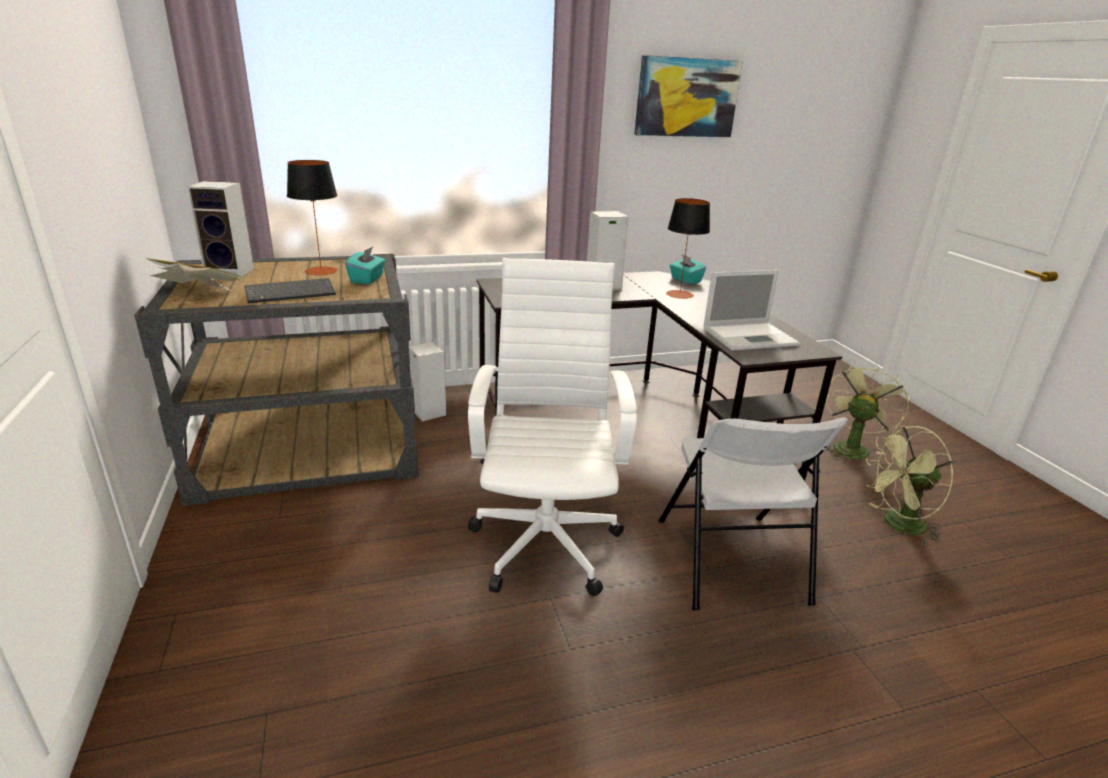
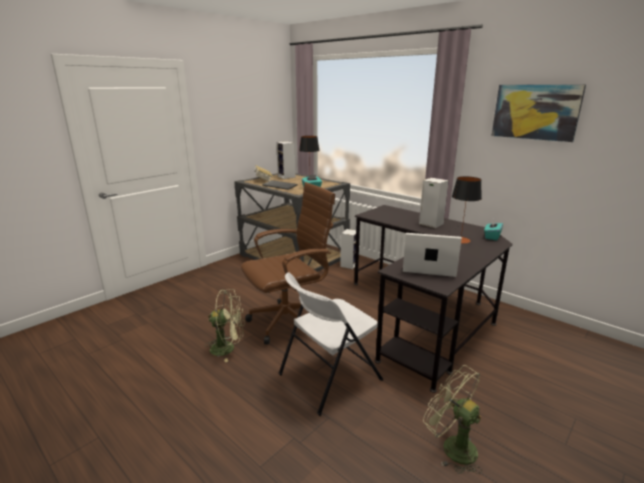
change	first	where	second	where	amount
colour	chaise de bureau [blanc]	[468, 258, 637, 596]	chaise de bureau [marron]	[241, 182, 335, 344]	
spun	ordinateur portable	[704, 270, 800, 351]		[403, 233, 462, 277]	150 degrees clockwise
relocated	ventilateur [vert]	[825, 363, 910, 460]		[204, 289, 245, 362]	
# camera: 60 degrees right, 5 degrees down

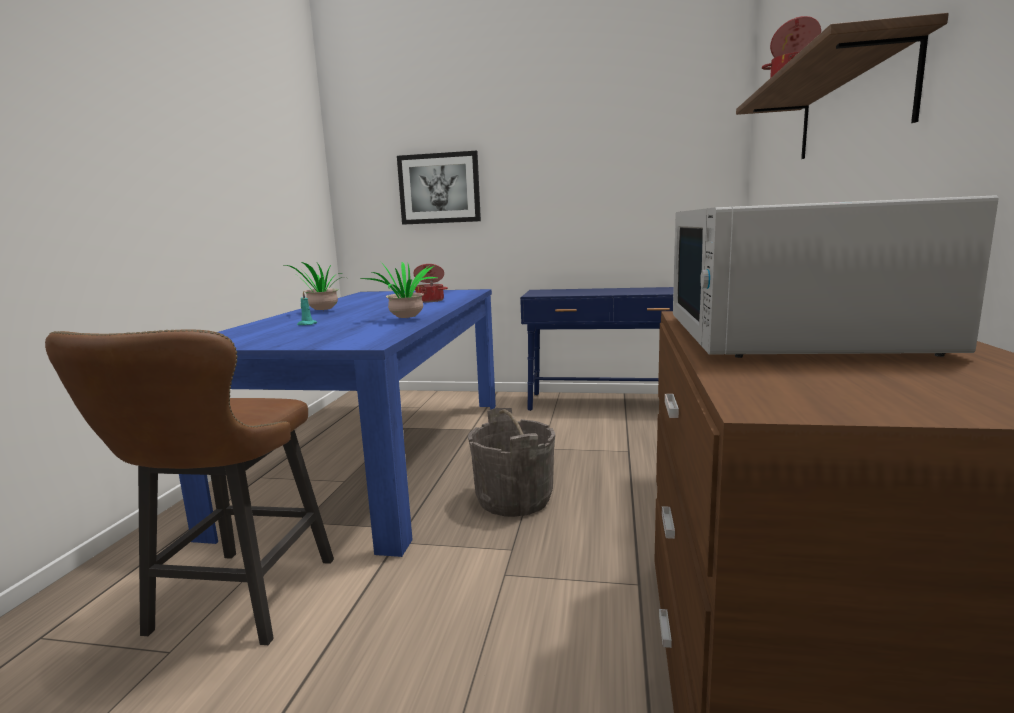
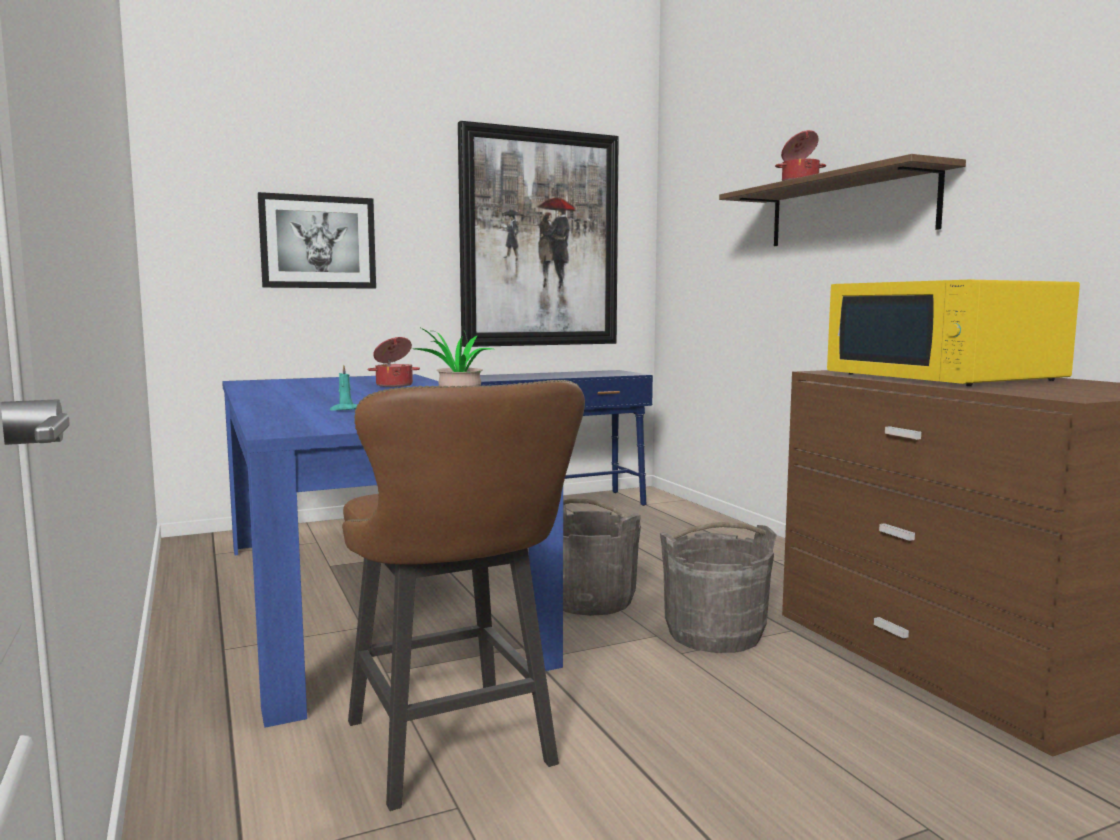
change	first	where	second	where	amount
colour	micro-ondes [blanc]	[673, 195, 998, 358]	micro-ondes [jaune]	[827, 280, 1080, 386]	
missing	plante en pot	[283, 262, 342, 312]			
appeared			tableau	[458, 121, 619, 347]	
appeared			seau [gris]	[660, 522, 777, 653]	
# camera: 35 degrees left, 5 degrees down

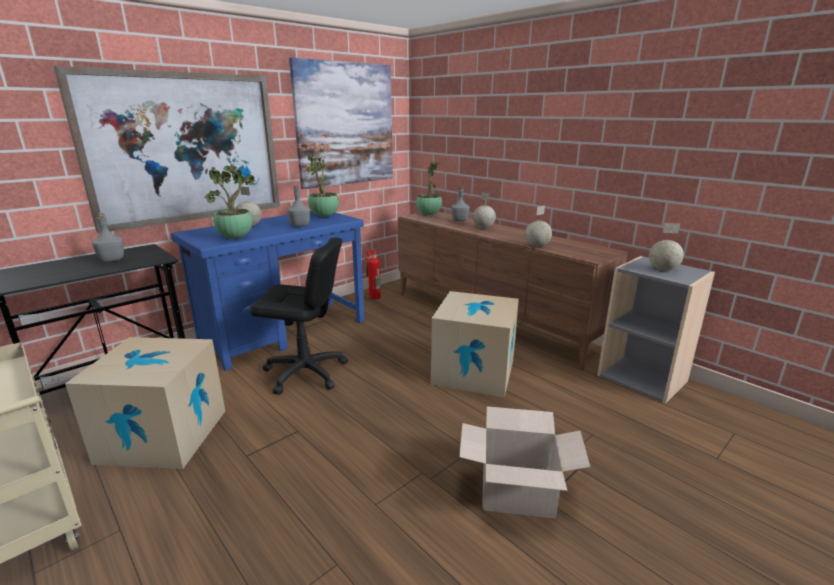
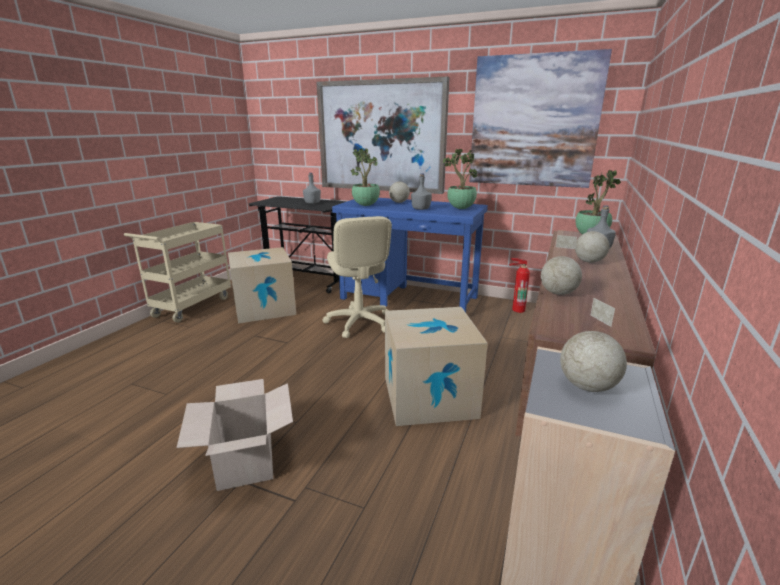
change	first	where	second	where	amount
colour	chaise de bureau [noir]	[250, 237, 348, 395]	chaise de bureau [beige]	[322, 216, 392, 338]	
# camera: 65 degrees right, 0 degrees up

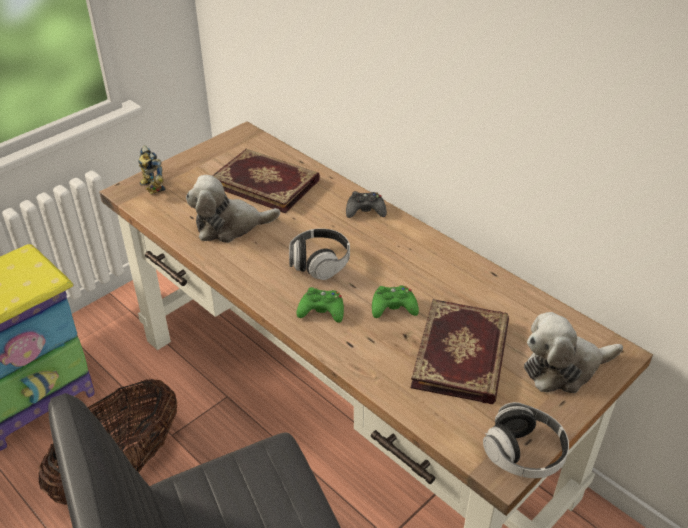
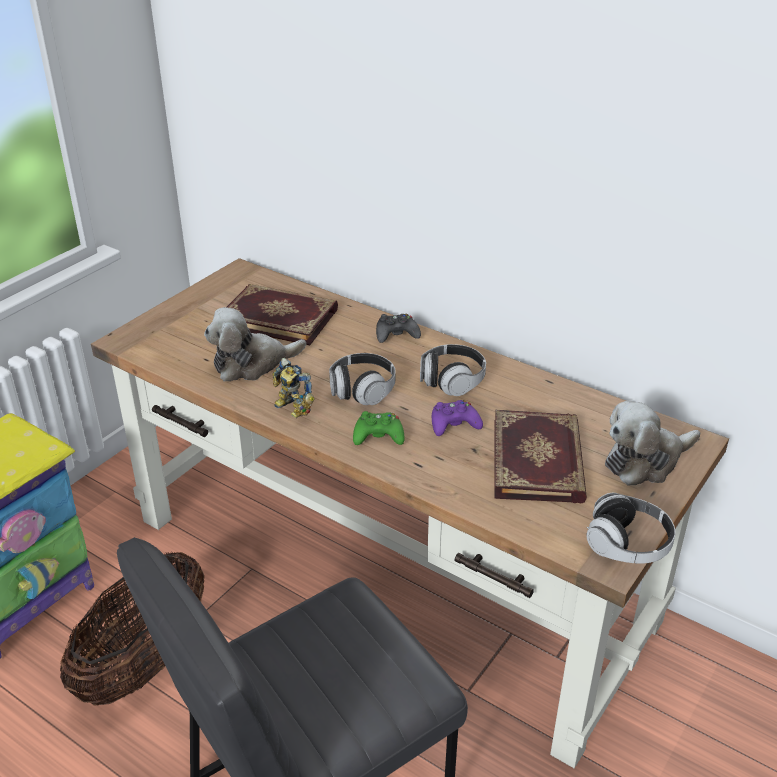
change	first	where	second	where	amount
relocated	robot jouet	[138, 146, 166, 195]		[272, 358, 315, 418]	
colour	manette [vert]	[372, 286, 419, 318]	manette [violet]	[432, 400, 483, 436]	
appeared			casque audio	[420, 344, 486, 396]	
# camera: 10 degrees left, 5 degrees down

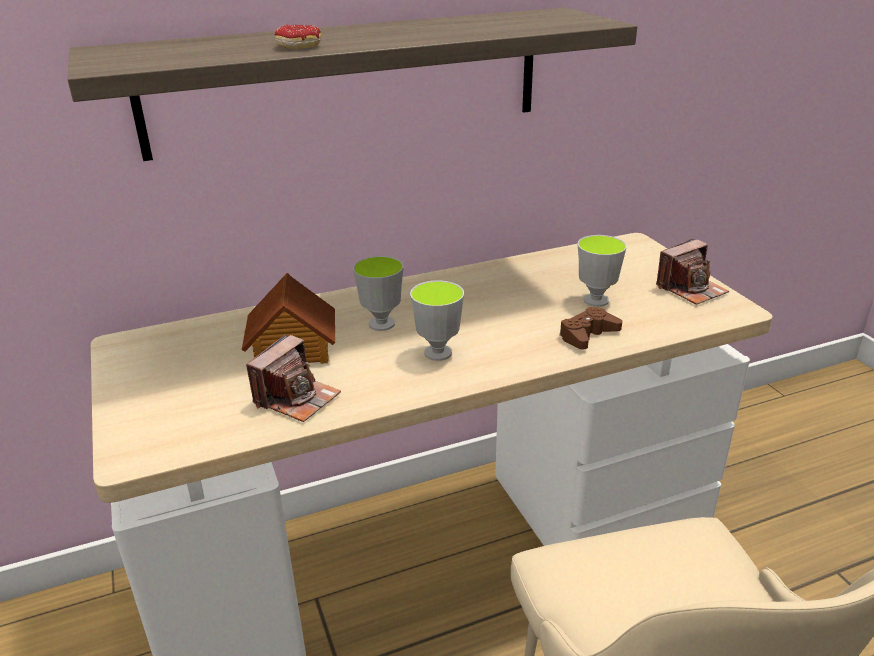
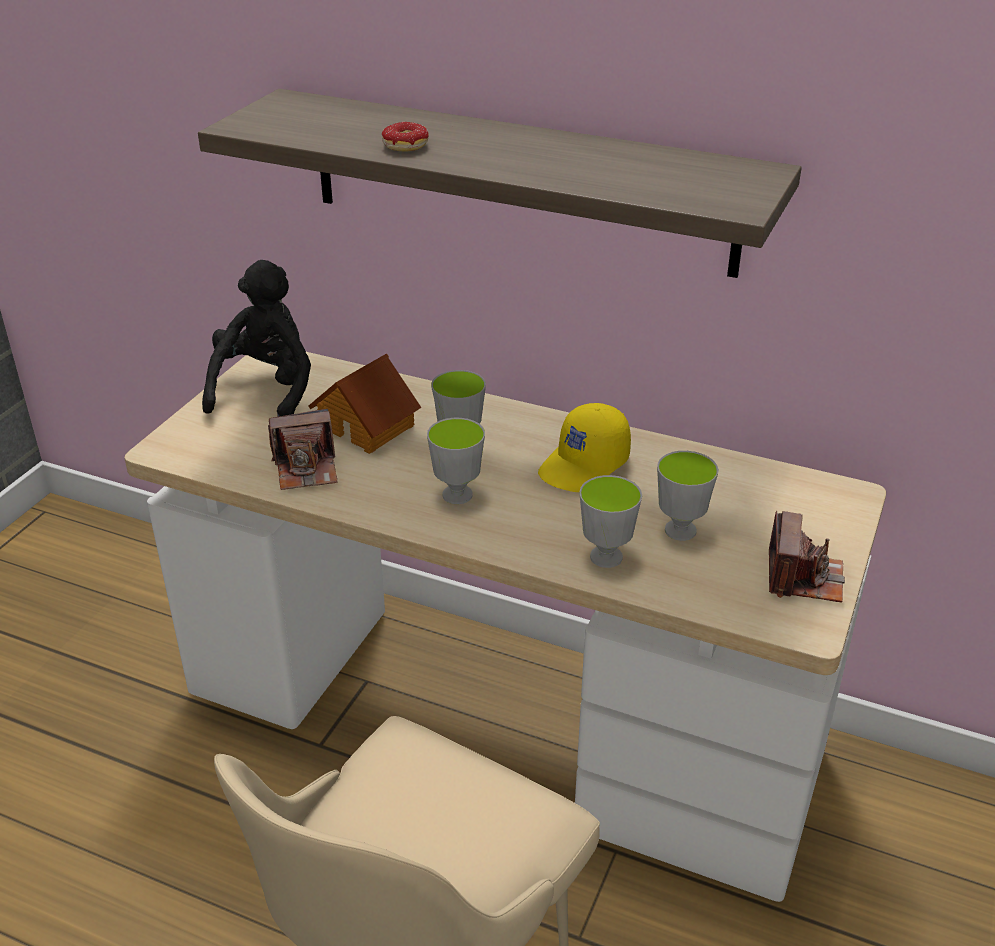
change	first	where	second	where	amount
spun	appareil photo	[656, 238, 729, 305]		[769, 511, 845, 602]	90 degrees counterclockwise
exchanged	manette [marron]	[559, 307, 622, 350]	tasse	[579, 475, 642, 568]	
appeared			peluche [noir]	[202, 260, 311, 417]	
appeared			casquette [jaune]	[538, 403, 631, 492]	
# camera: 45 degrees right, 5 degrees up

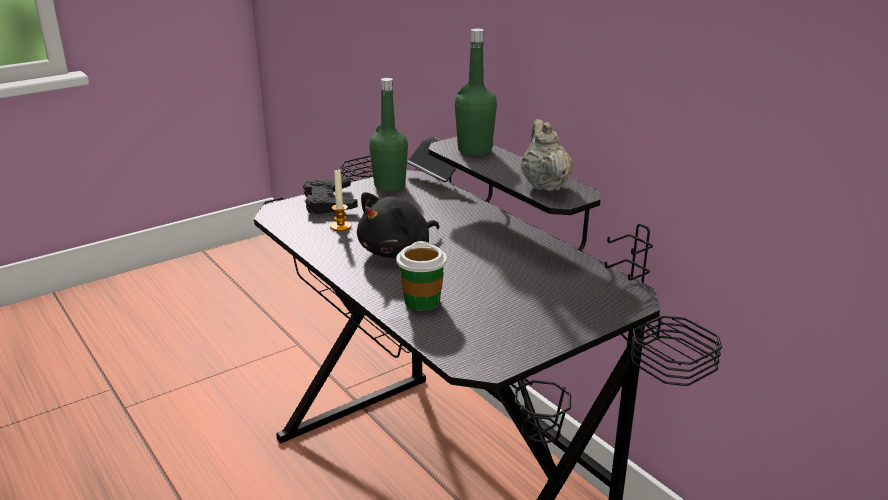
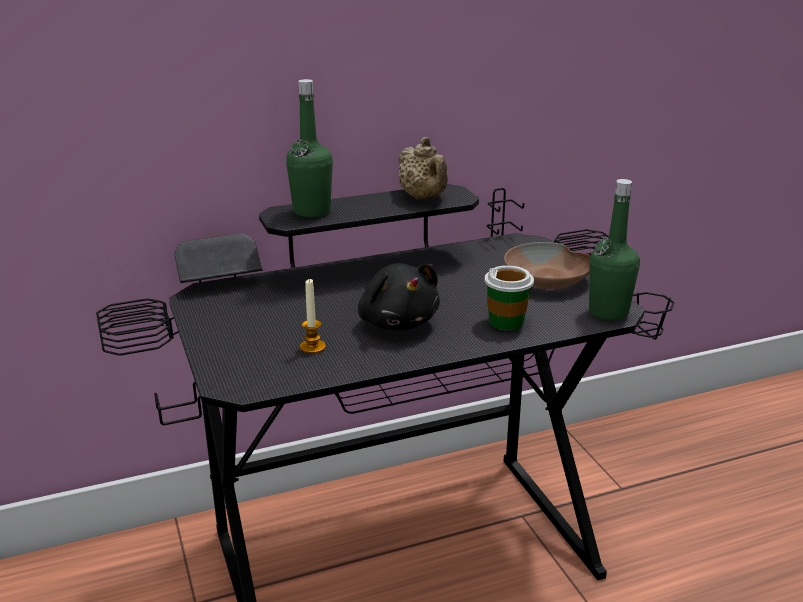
change	first	where	second	where	amount
relocated	bouteille [vert]	[369, 78, 408, 192]		[589, 179, 640, 321]	
spun	théière [beige]	[521, 119, 574, 191]		[398, 137, 448, 200]	120 degrees counterclockwise
missing	manette [noir]	[303, 177, 358, 214]			
appeared			bol [marron]	[504, 242, 590, 289]	
# camera: 75 degrees left, 0 degrees up

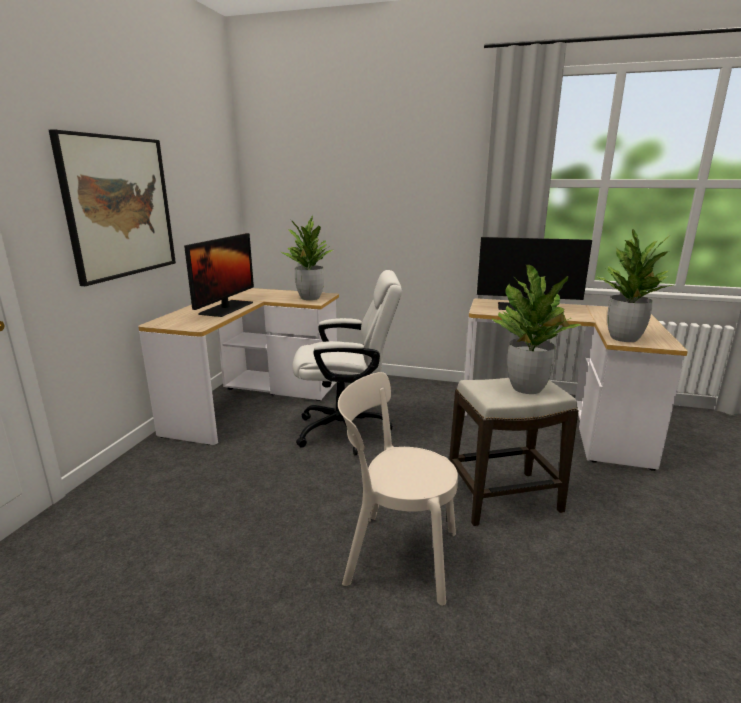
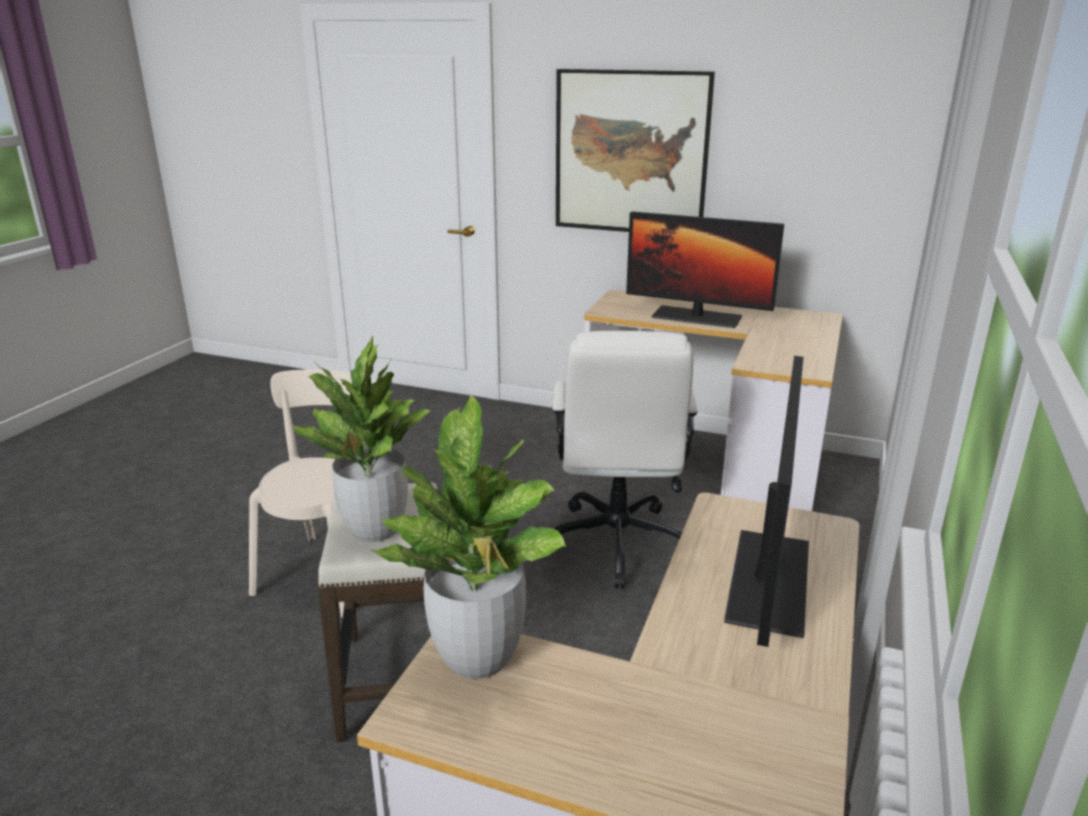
change	first	where	second	where	amount
missing	plante en pot	[281, 215, 333, 300]			
# camera: 95 degrees right, 5 degrees up

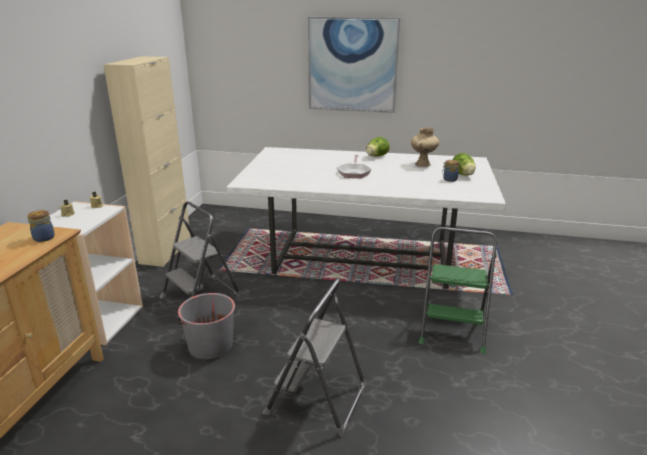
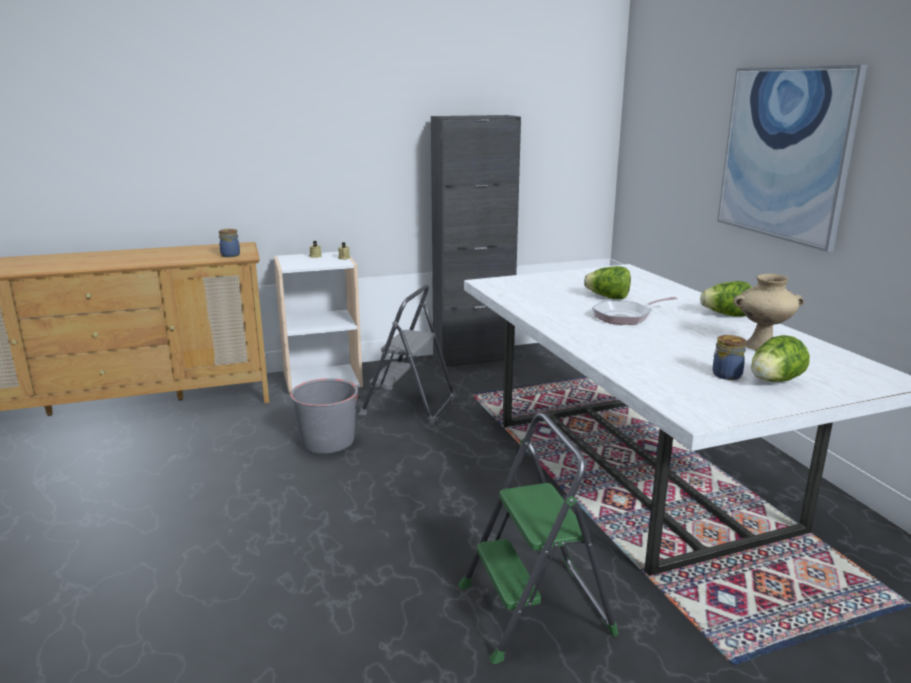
change	first	where	second	where	amount
colour	meuble de rangement [beige]	[104, 56, 191, 267]	meuble de rangement [noir]	[431, 115, 521, 368]	
missing	escabeau [gris]	[262, 278, 366, 436]			
appeared			laitue	[584, 266, 631, 299]	
# camera: 60 degrees right, 5 degrees down

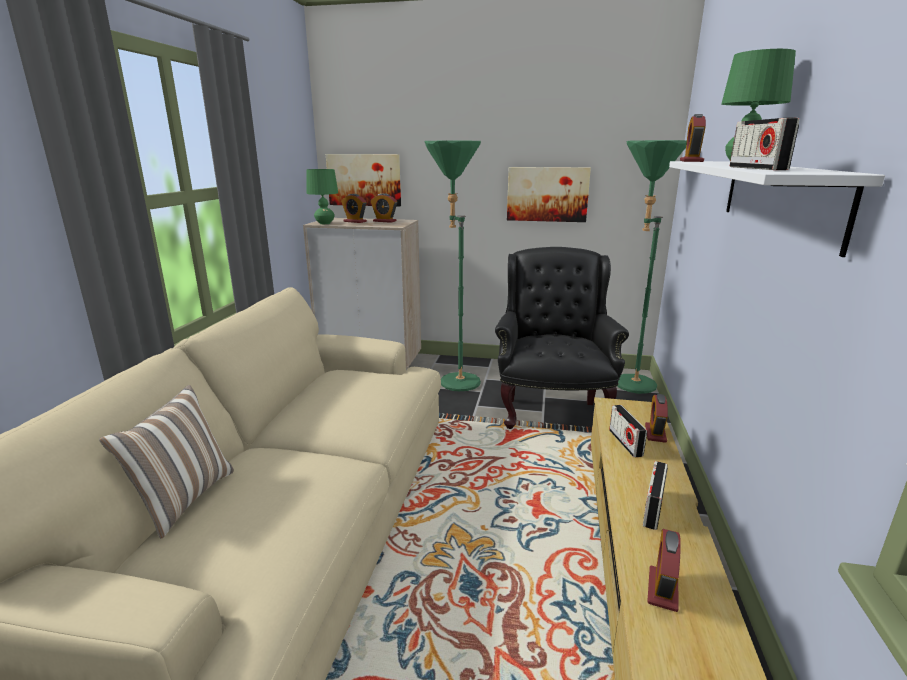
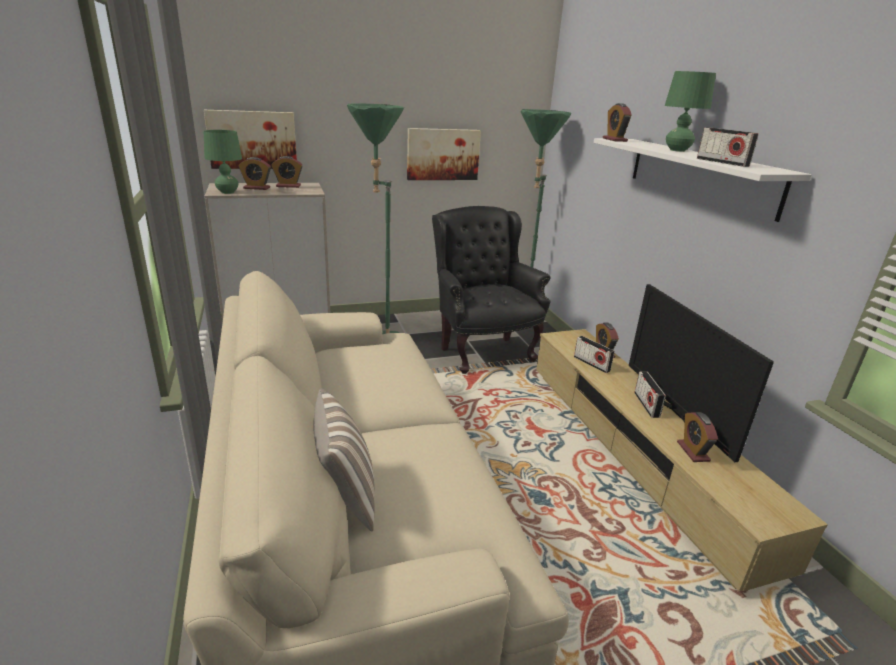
change	first	where	second	where	amount
appeared			téléviseur	[629, 284, 774, 462]	
# camera: 30 degrees left, 5 degrees up

